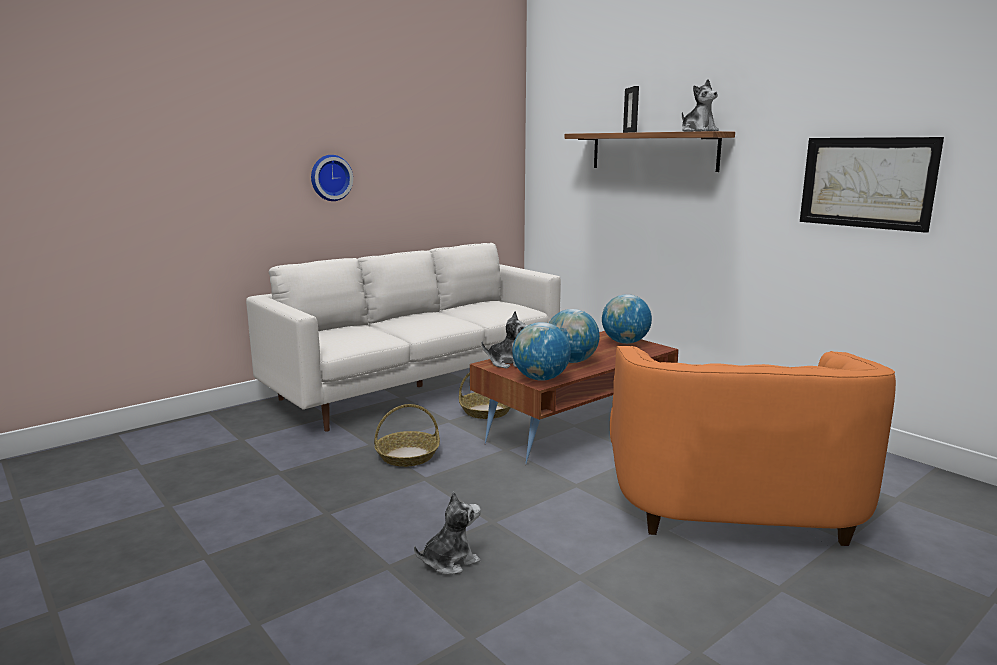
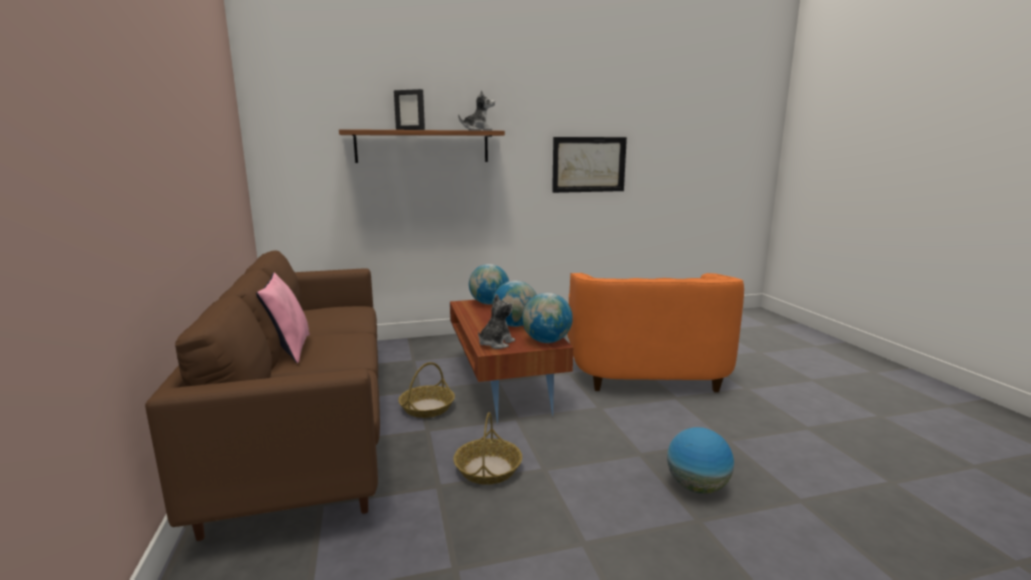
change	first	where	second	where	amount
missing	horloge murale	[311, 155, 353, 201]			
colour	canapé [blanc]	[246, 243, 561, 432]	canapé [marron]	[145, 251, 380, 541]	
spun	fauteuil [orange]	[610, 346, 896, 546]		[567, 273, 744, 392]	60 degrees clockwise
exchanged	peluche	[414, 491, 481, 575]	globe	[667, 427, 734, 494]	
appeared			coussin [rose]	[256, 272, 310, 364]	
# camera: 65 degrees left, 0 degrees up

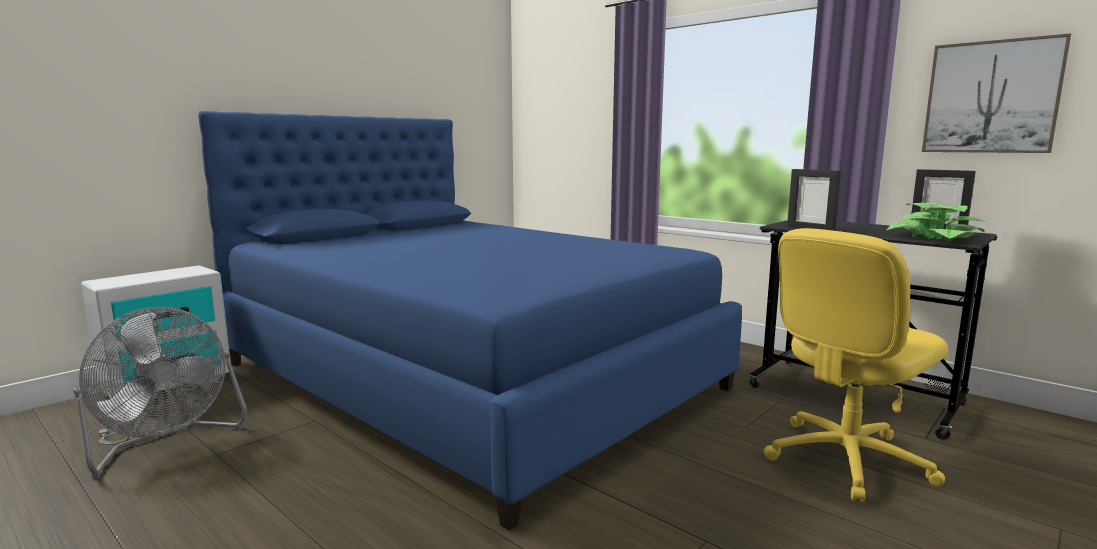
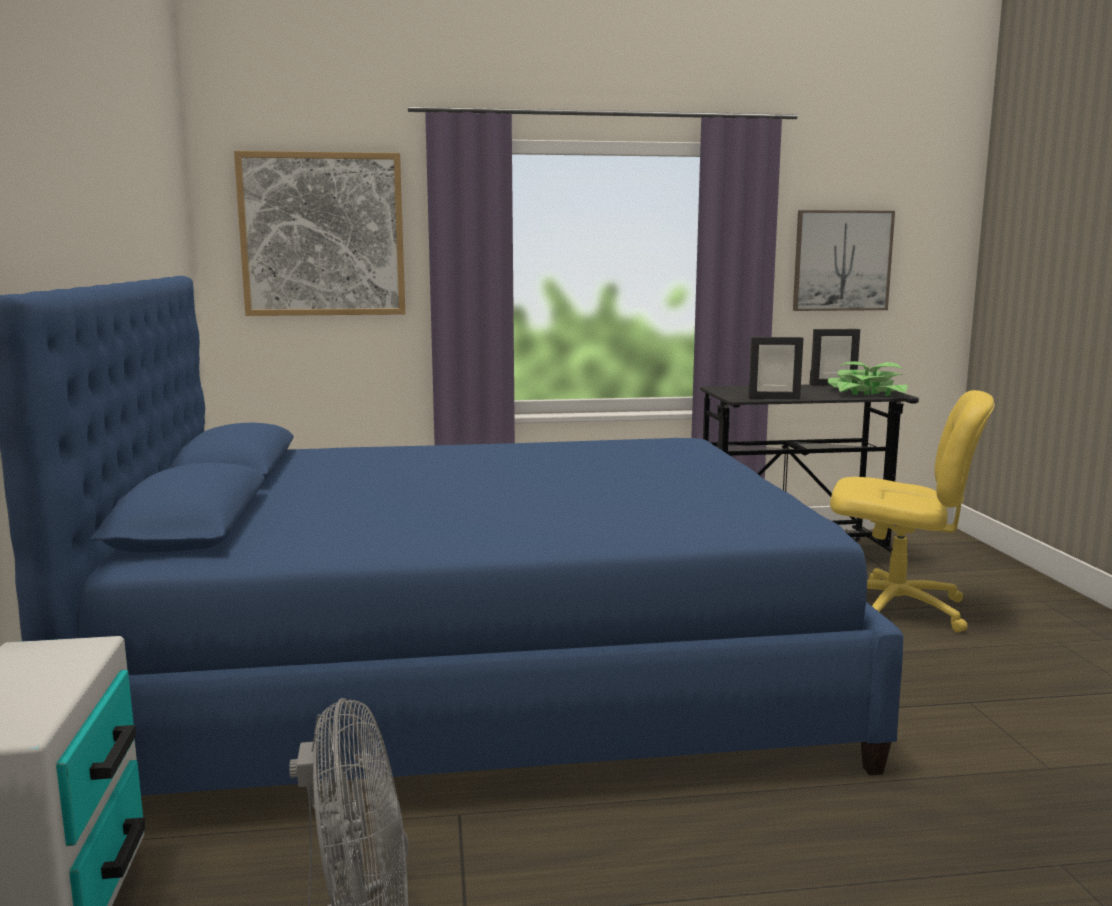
change	first	where	second	where	amount
spun	chaise de bureau [jaune]	[763, 228, 948, 502]		[830, 390, 995, 633]	75 degrees counterclockwise
appeared			tableau	[234, 151, 405, 316]	
# camera: 50 degrees left, 0 degrees up

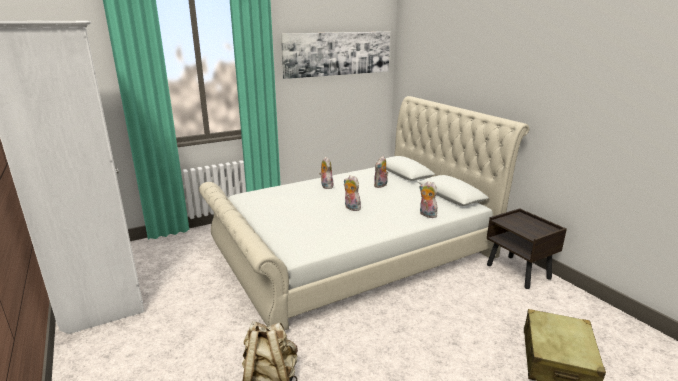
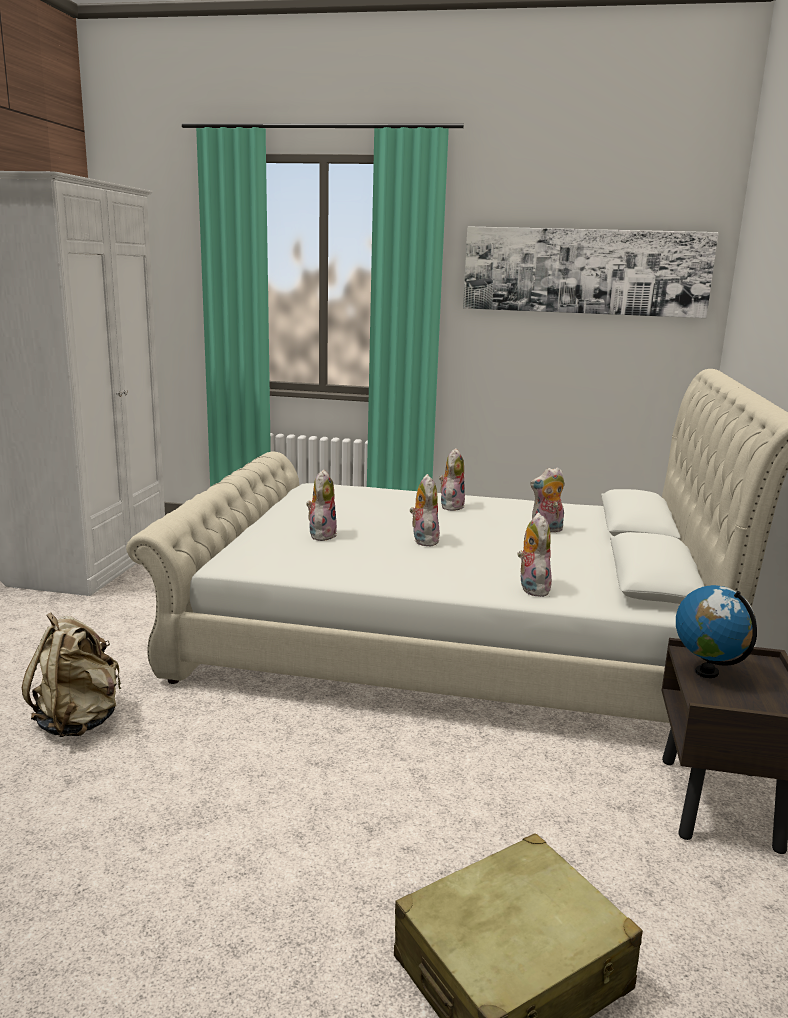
change	first	where	second	where	amount
appeared			peluche	[306, 470, 337, 541]	
appeared			globe	[676, 585, 757, 678]	
# camera: 40 degrees right, 5 degrees down

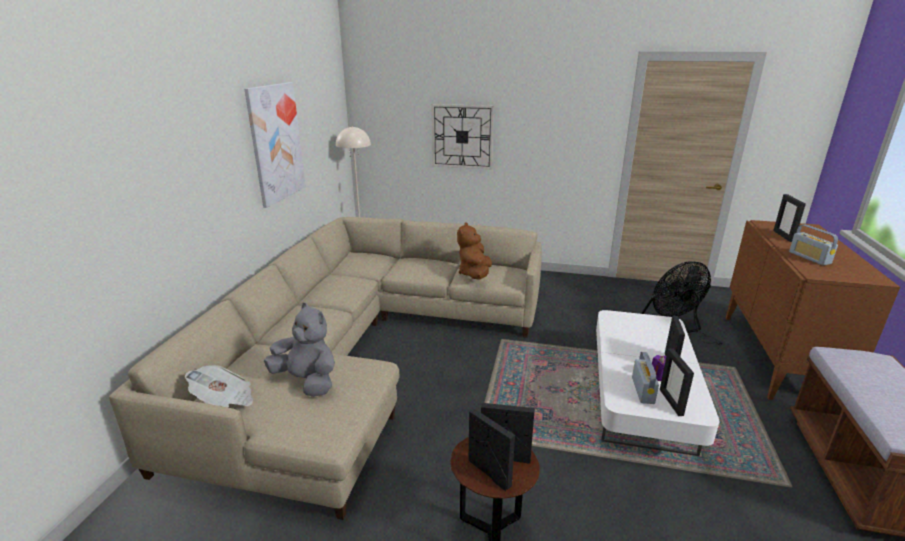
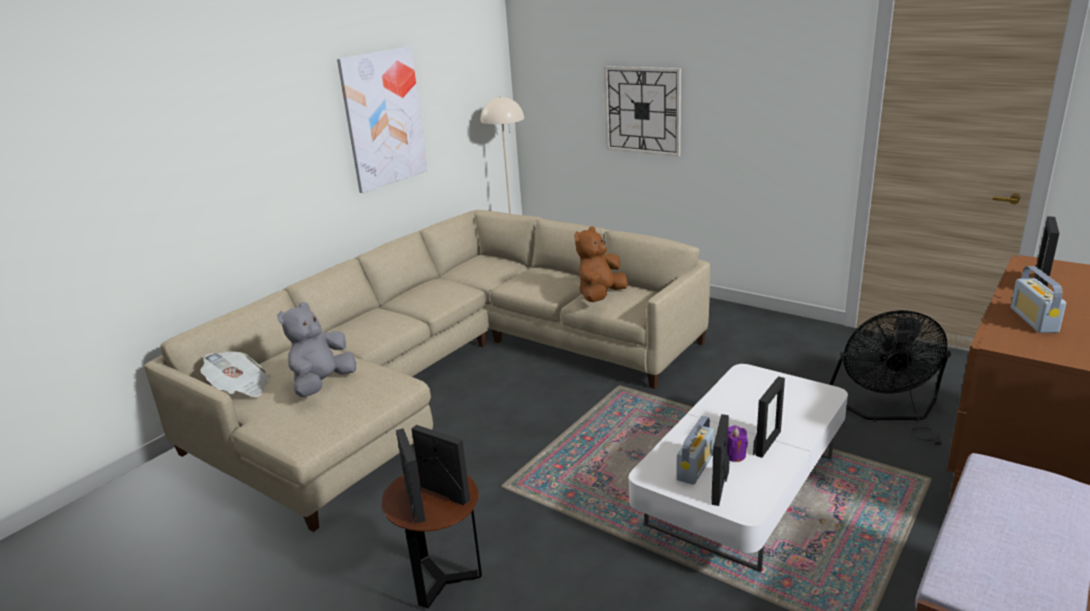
change	first	where	second	where	amount
spun	peluche [gris]	[264, 303, 335, 397]		[277, 302, 356, 397]	120 degrees counterclockwise
# camera: 25 degrees right, 0 degrees up

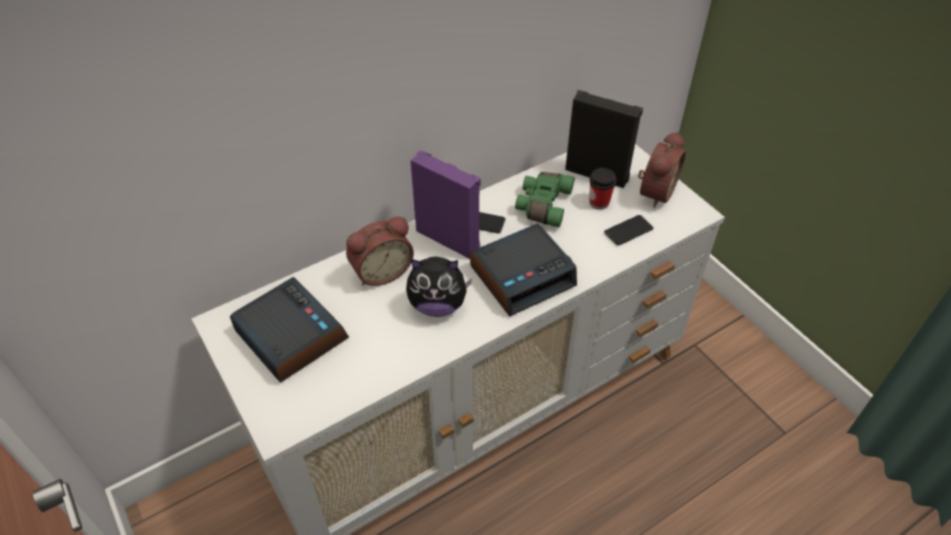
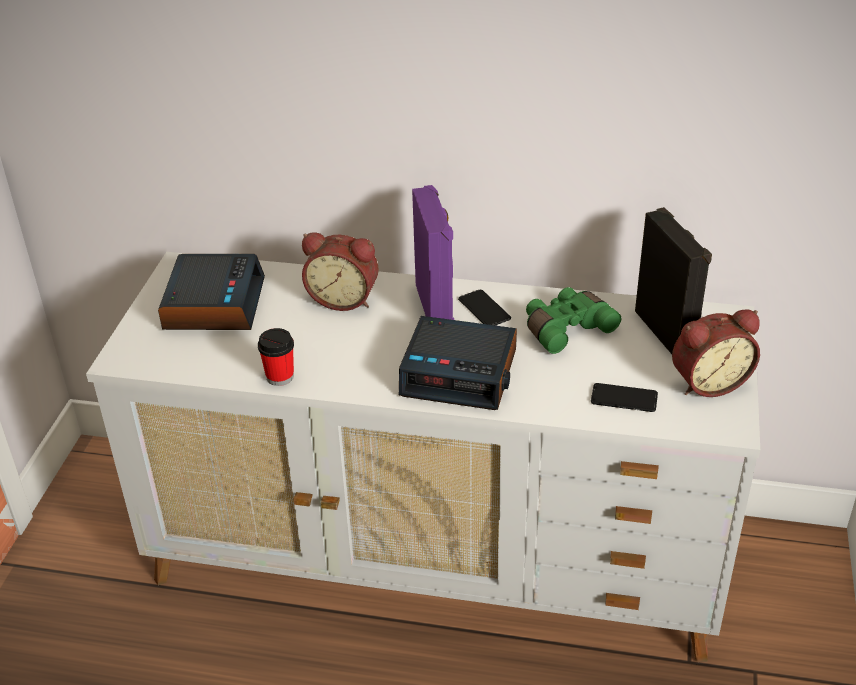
change	first	where	second	where	amount
relocated	tasse	[589, 168, 616, 210]		[258, 328, 294, 386]	
missing	peluche	[406, 257, 472, 317]			
# camera: 45 degrees right, 10 degrees down

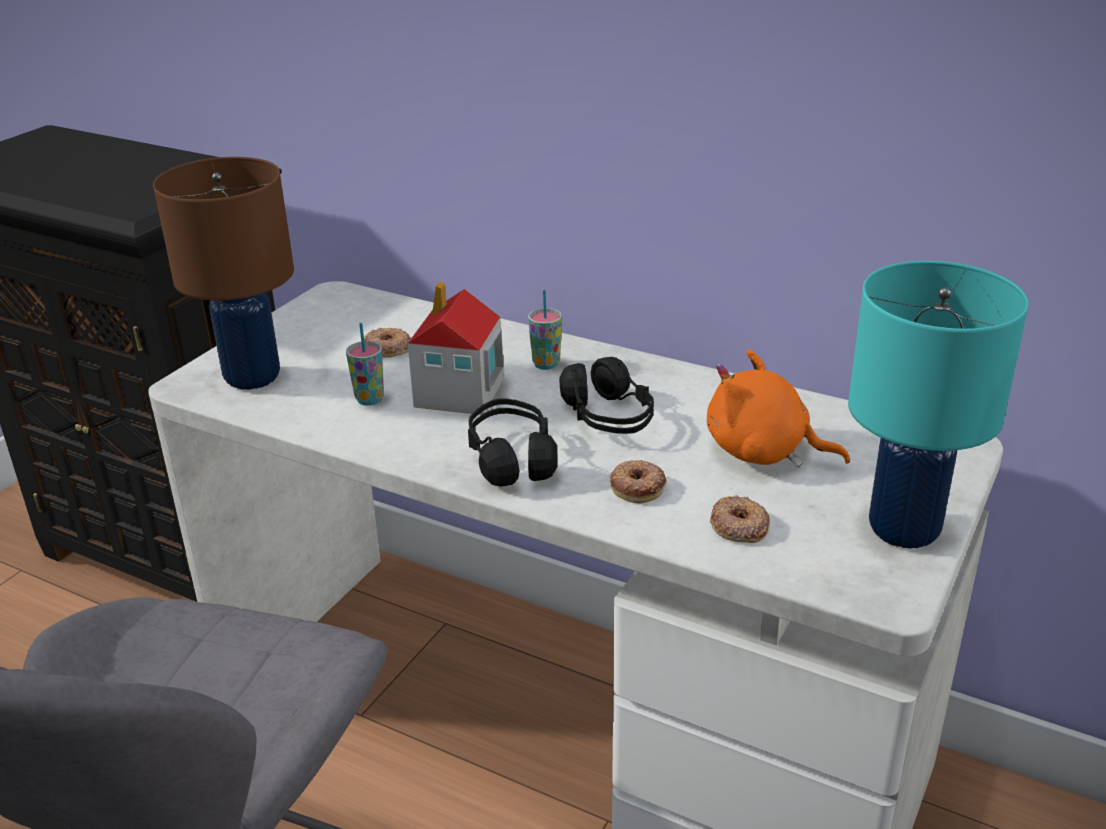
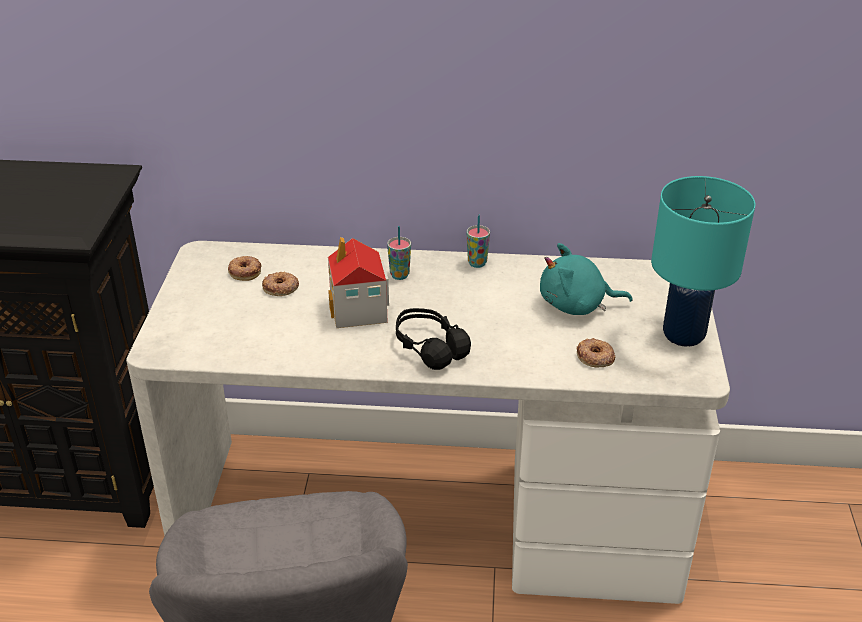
change	first	where	second	where	amount
missing	lampe de table [marron]	[153, 157, 294, 390]			
relocated	tasse	[346, 323, 384, 406]		[467, 214, 490, 268]	
colour	peluche [orange]	[707, 350, 850, 468]	peluche [turquoise]	[540, 243, 632, 315]	
missing	casque audio [noir]	[560, 357, 654, 434]			
relocated	beignet	[610, 460, 667, 503]		[228, 256, 262, 281]	
# camera: 25 degrees left, 5 degrees up

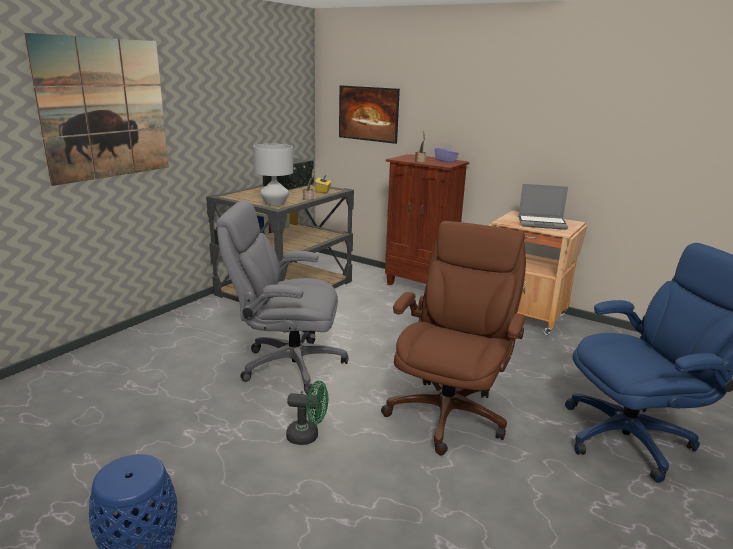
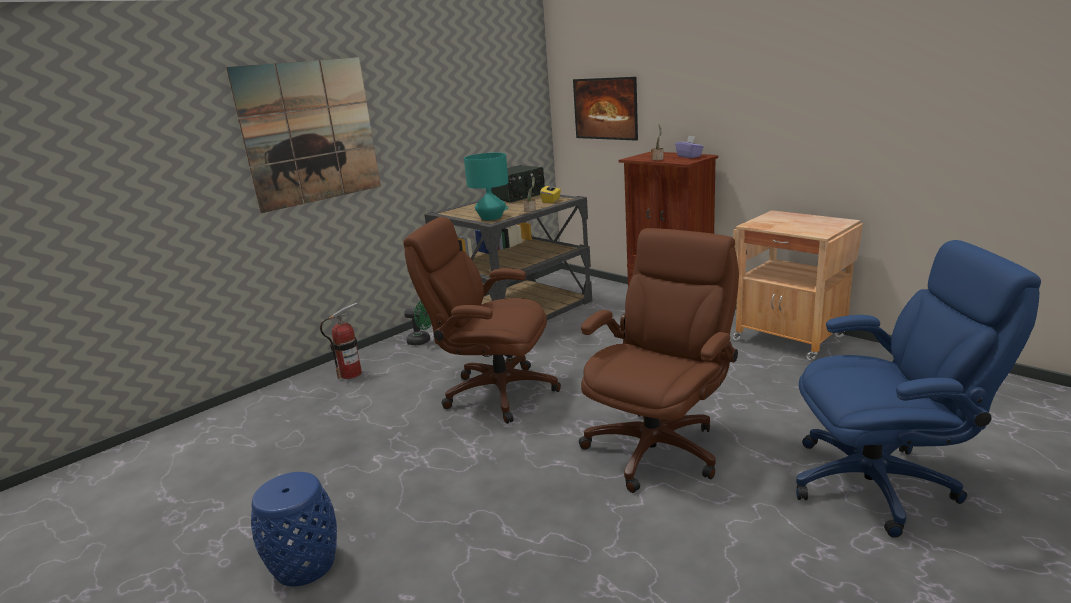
change	first	where	second	where	amount
colour	lampe de table [blanc]	[253, 144, 293, 206]	lampe de table [turquoise]	[464, 153, 509, 220]	
missing	ordinateur portable	[518, 184, 568, 230]			
colour	chaise de bureau [gris]	[217, 200, 348, 395]	chaise de bureau [marron]	[403, 217, 561, 424]	
relocated	ventilateur [vert]	[286, 381, 328, 445]		[404, 300, 432, 345]	
appeared			extincteur	[320, 302, 362, 379]	
# camera: 15 degrees right, 0 degrees up

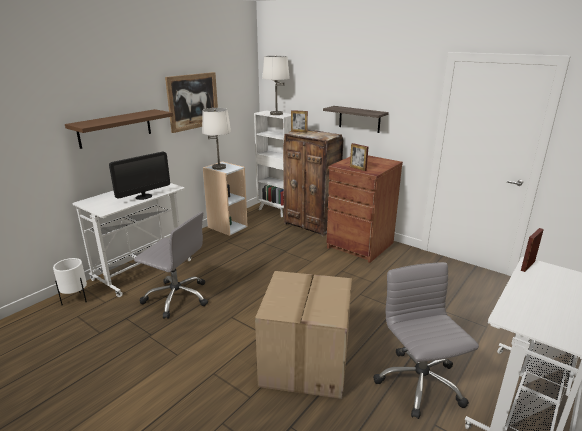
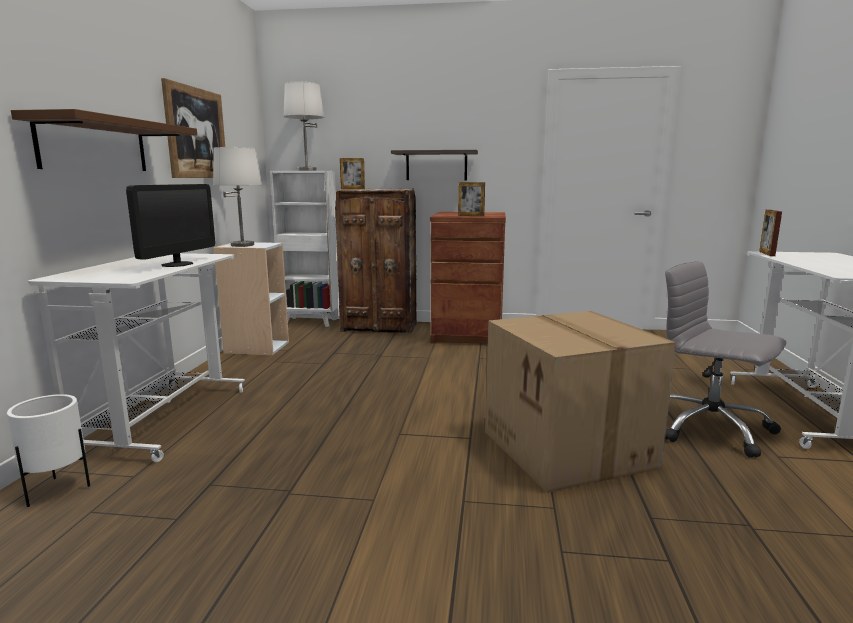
change	first	where	second	where	amount
missing	chaise de bureau [gris]	[134, 212, 208, 319]			
# camera: 30 degrees left, 10 degrees down

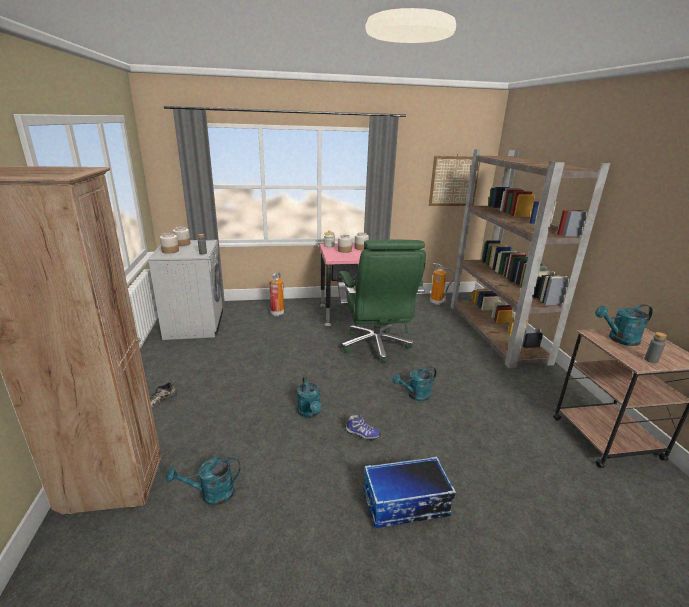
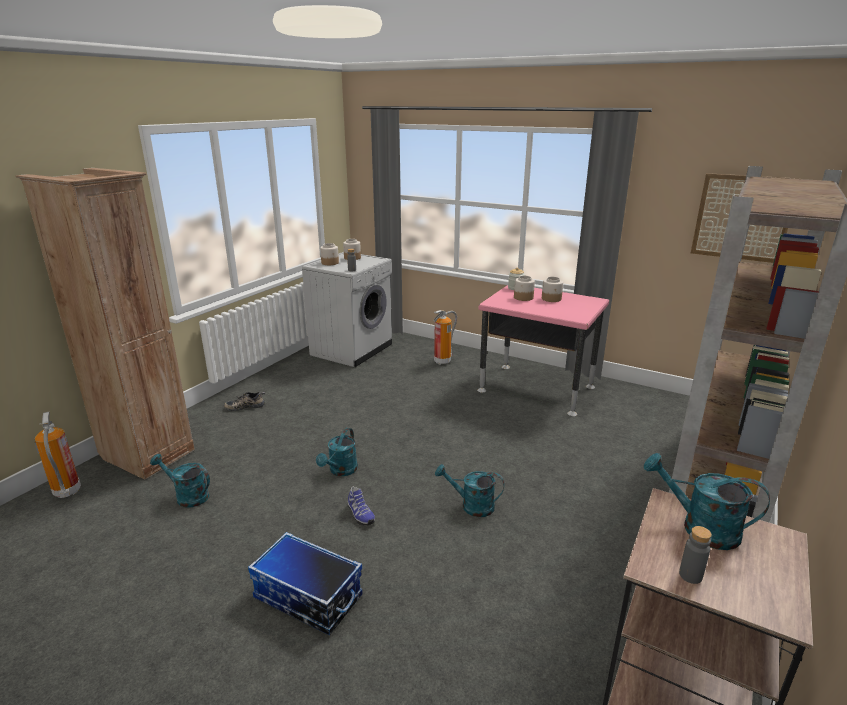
change	first	where	second	where	amount
missing	chaise de bureau [vert]	[337, 240, 426, 363]			
relocated	extincteur	[430, 263, 455, 305]		[35, 412, 81, 498]	
# camera: 40 degrees right, 0 degrees up

